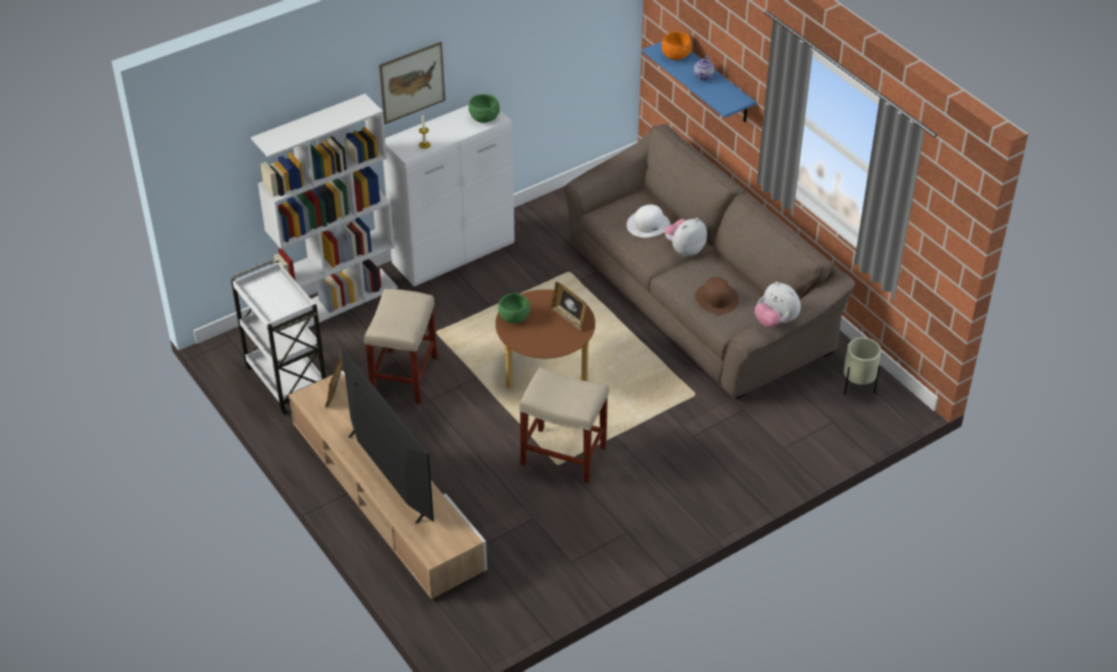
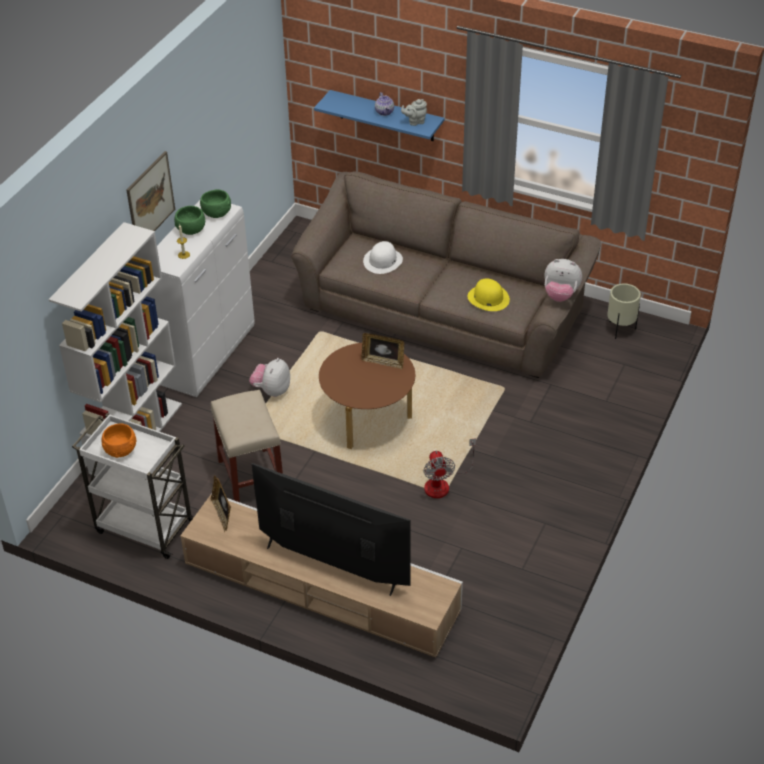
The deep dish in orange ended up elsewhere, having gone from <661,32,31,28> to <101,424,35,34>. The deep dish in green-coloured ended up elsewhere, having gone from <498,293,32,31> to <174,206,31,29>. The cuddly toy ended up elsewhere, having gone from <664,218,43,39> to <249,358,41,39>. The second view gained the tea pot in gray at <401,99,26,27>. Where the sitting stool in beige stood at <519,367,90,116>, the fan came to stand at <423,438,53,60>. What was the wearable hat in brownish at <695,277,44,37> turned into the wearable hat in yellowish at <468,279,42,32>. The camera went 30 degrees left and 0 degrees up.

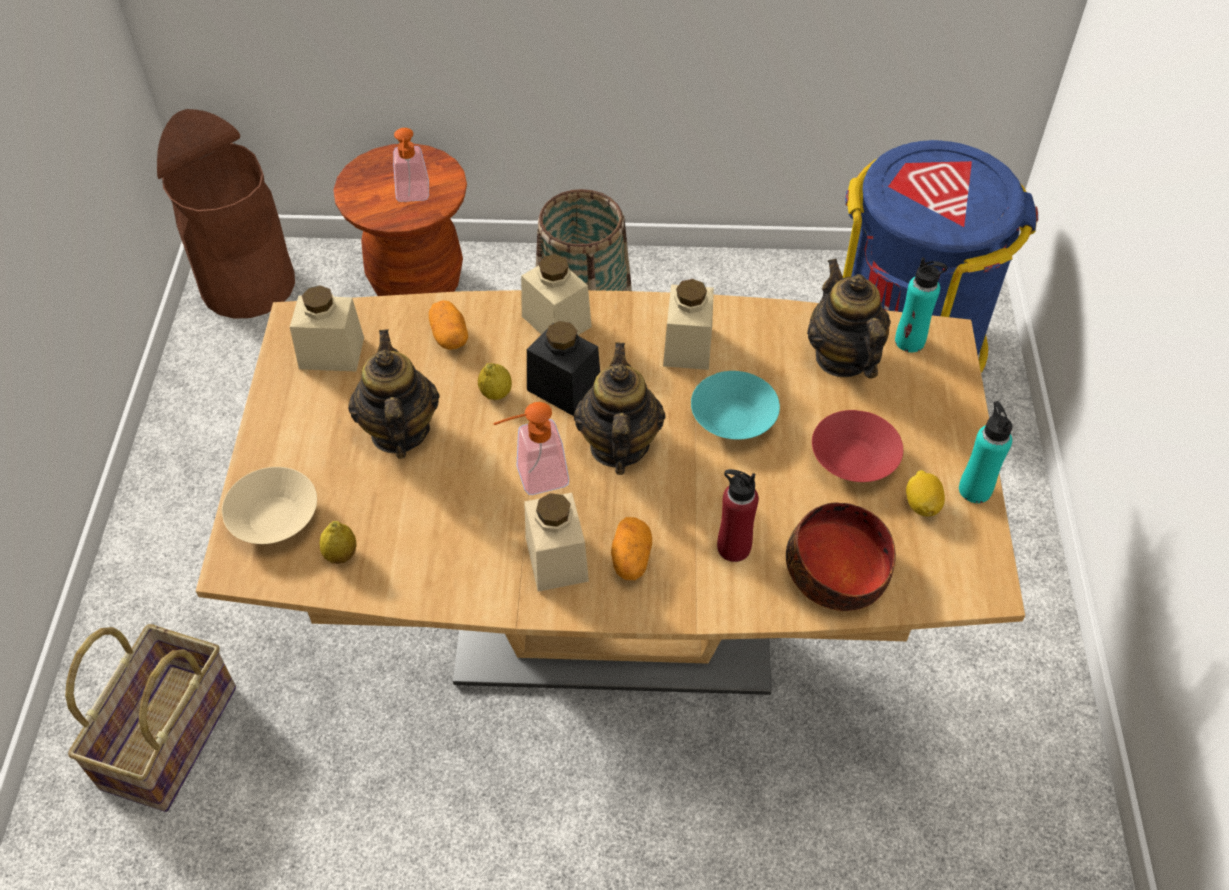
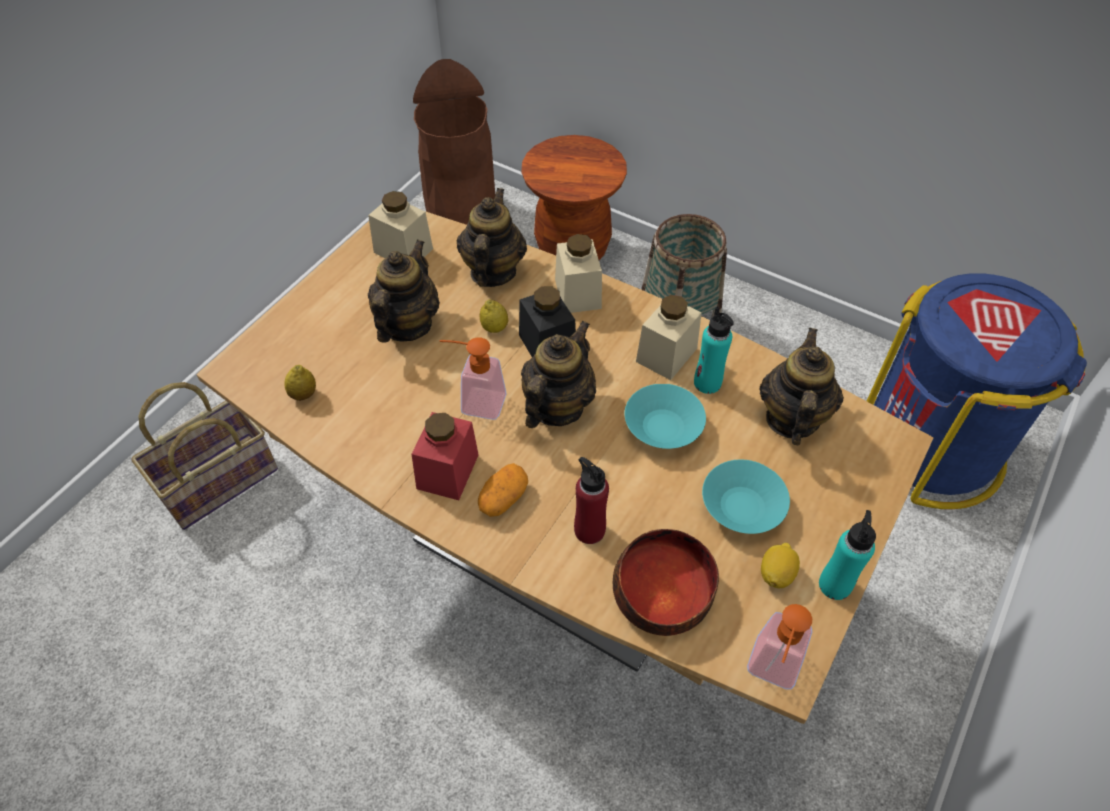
What was the preserve jar in beige at <524,493,65,99> turned into the preserve jar in red-coloured at <411,412,68,88>. Where the potato stood at <429,300,39,50>, the tea pot came to stand at <457,188,70,99>. The bottle in turquoise ended up elsewhere, having gone from <895,257,52,95> to <694,307,39,87>. What was the deep dish in red-coloured at <812,410,91,72> turned into the deep dish in turquoise at <702,459,88,75>. The soap dispenser ended up elsewhere, having gone from <393,128,36,74> to <747,604,65,86>. The second view lost the deep dish in beige at <222,467,95,77>. The camera went 30 degrees right and 0 degrees up.

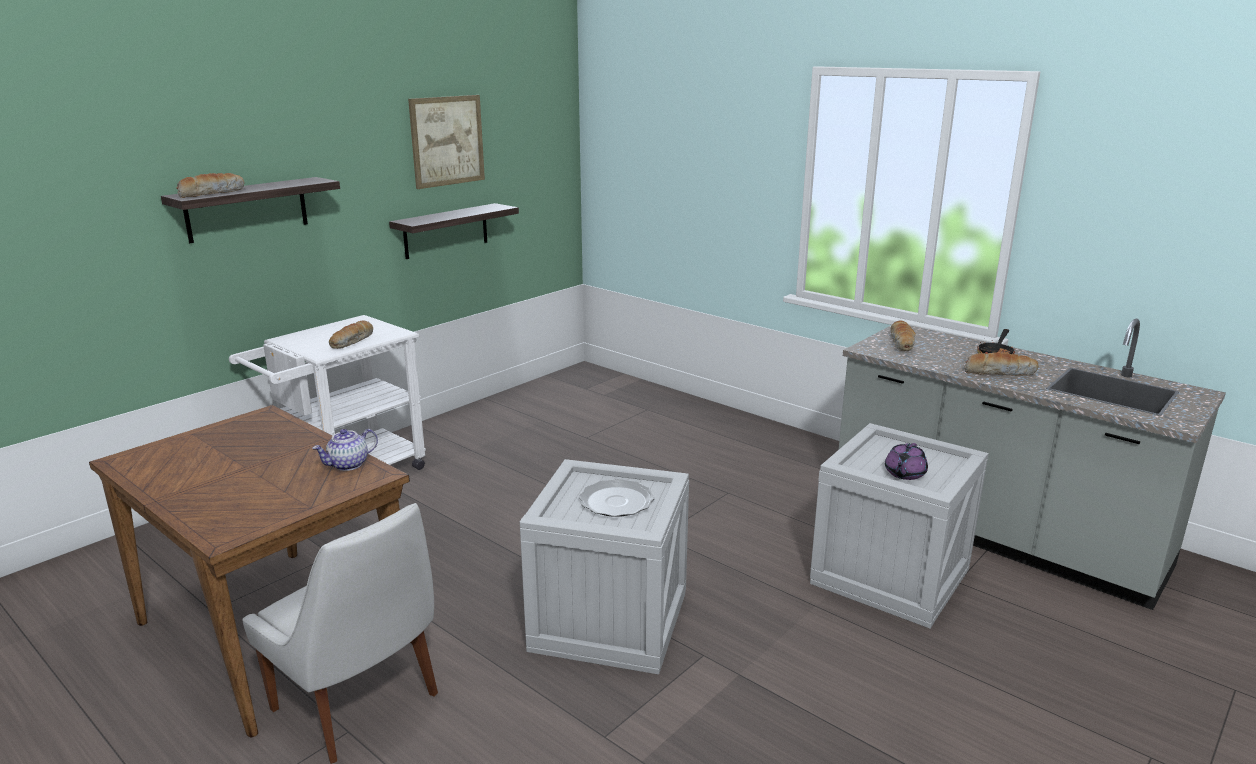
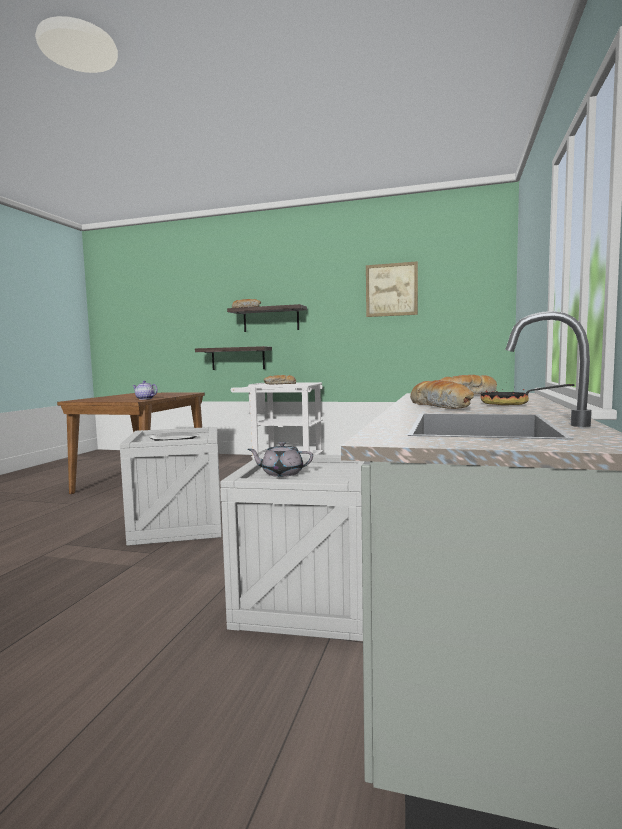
The bracket shelf ended up elsewhere, having gone from <389,203,130,56> to <195,346,77,24>. What was the tea pot in purple-coloured at <885,443,43,37> turned into the tea pot in gray at <248,442,65,35>. The second view lost the chair in whitish at <242,503,196,261>. The camera went 65 degrees right and 15 degrees down.

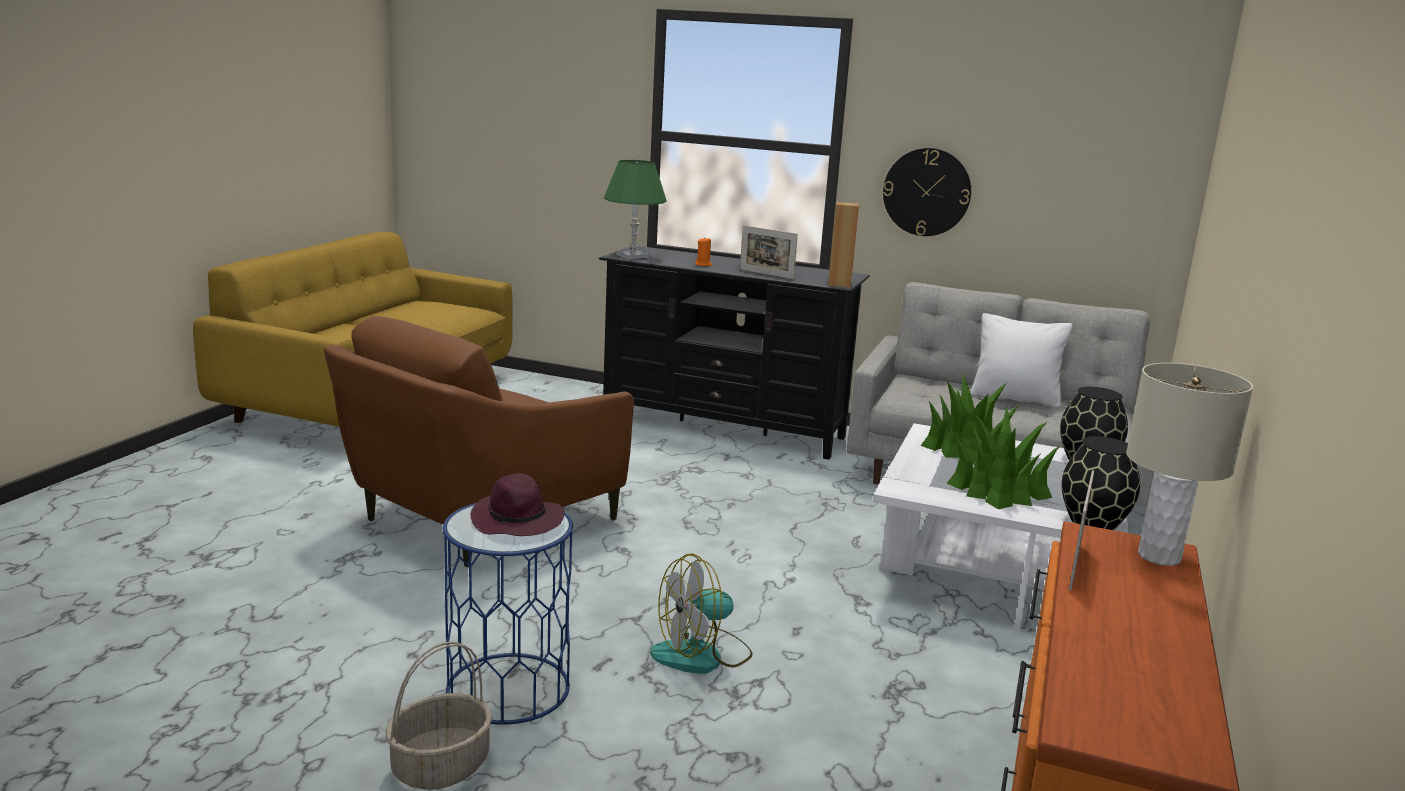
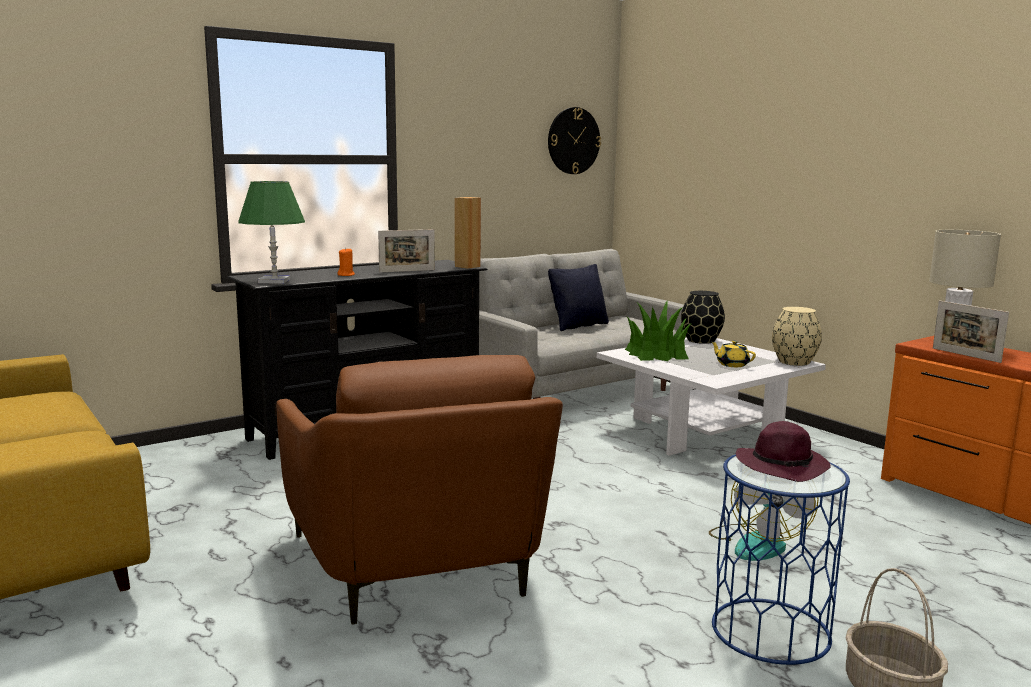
The wall clock ended up elsewhere, having gone from <883,148,88,88> to <548,107,53,67>. What was the pillow in whitish at <970,313,103,95> turned into the pillow in blackish at <548,264,61,67>. Where the potted plant stood at <947,406,112,103>, the tea pot in yellowish came to stand at <711,341,45,26>. What was the flower vase in blackish at <1062,436,78,94> turned into the flower vase in beige at <772,307,50,59>. The camera went 55 degrees left and 5 degrees down.

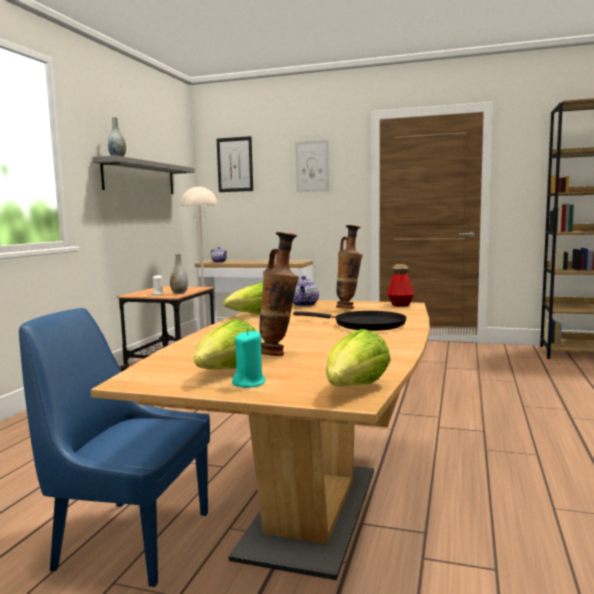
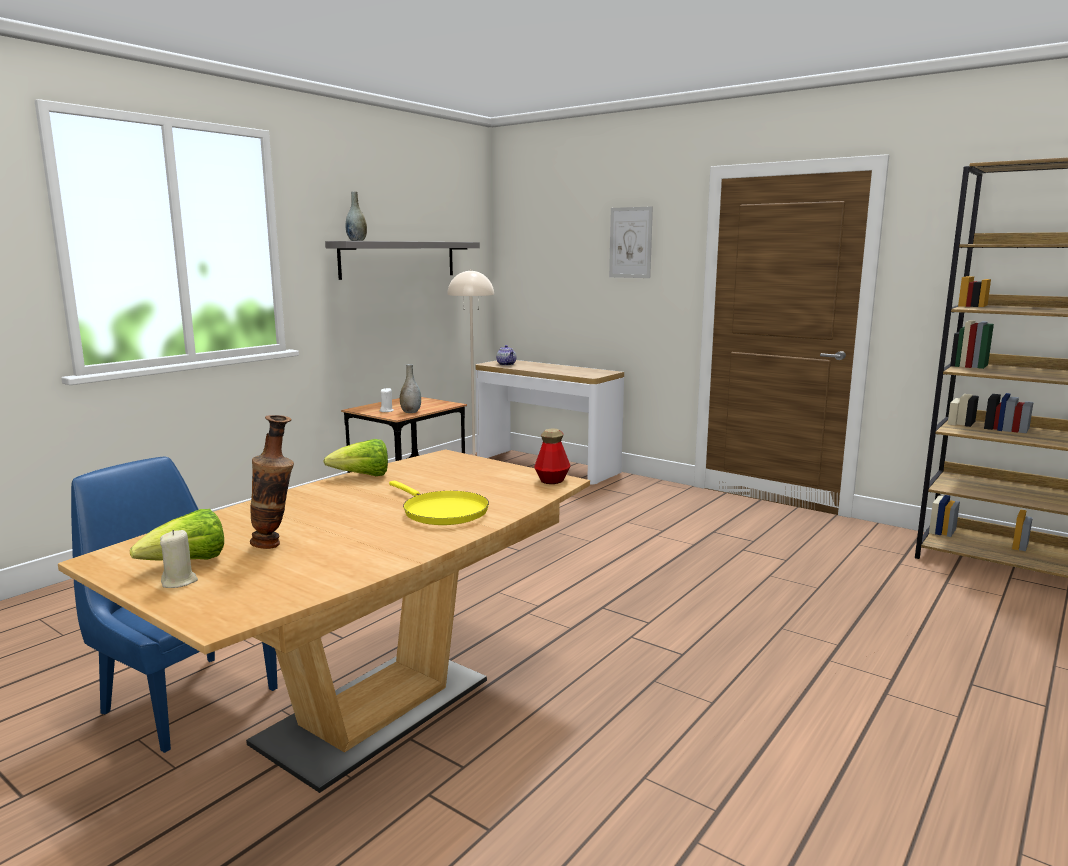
What was the wax candle in turquoise at <232,330,33,58> turned into the wax candle in beige at <160,530,38,58>. What was the frying pan in blackish at <293,311,114,20> turned into the frying pan in yellowish at <389,481,100,44>. The second view lost the picture at <217,136,36,56>. The second view lost the tea pot at <293,276,26,31>. The second view lost the lettuce at <326,329,65,57>. The second view lost the flower vase at <336,225,26,84>. The camera went 20 degrees right and 5 degrees up.

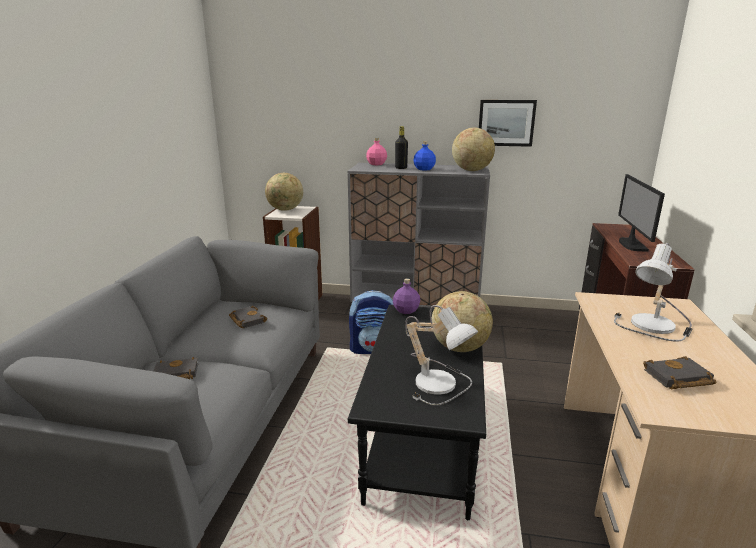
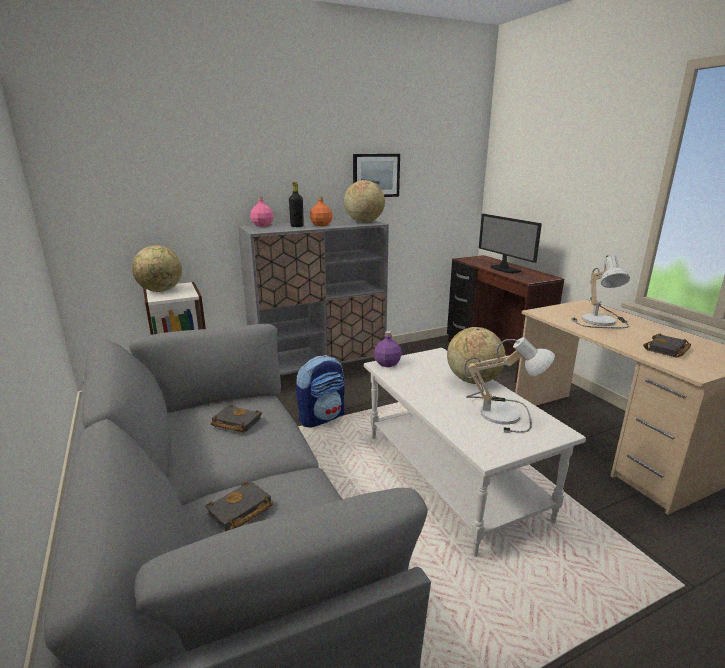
What was the bottle in blue-coloured at <413,141,23,29> turned into the bottle in orange at <310,196,23,30>. What was the low table in blackish at <348,305,138,215> turned into the low table in whitish at <364,348,222,209>. The camera went 35 degrees left and 0 degrees up.

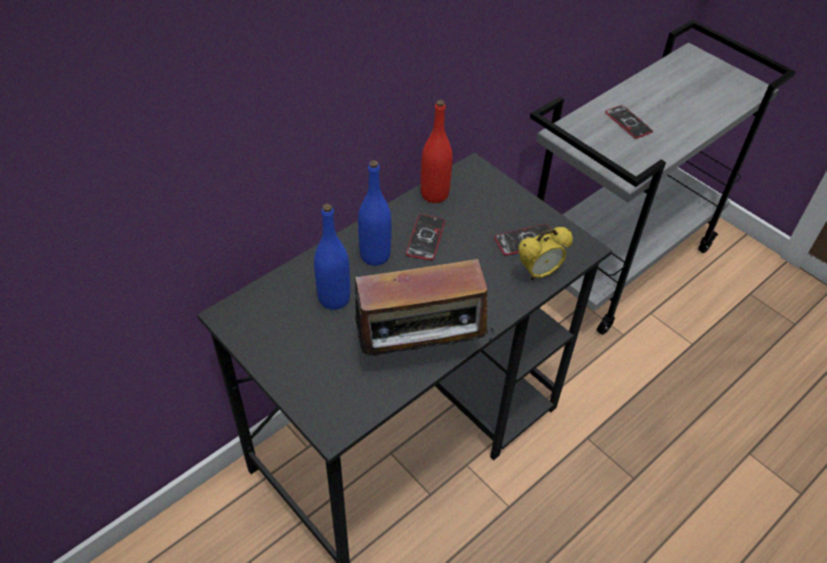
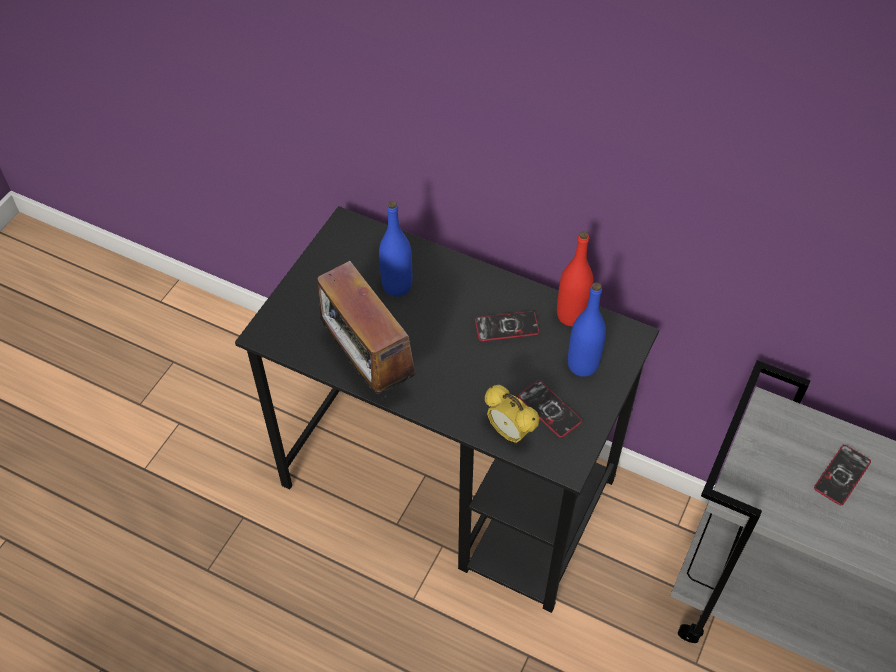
The bottle in blue-coloured ended up elsewhere, having gone from <358,160,33,106> to <568,283,38,94>. The camera went 70 degrees right and 5 degrees up.

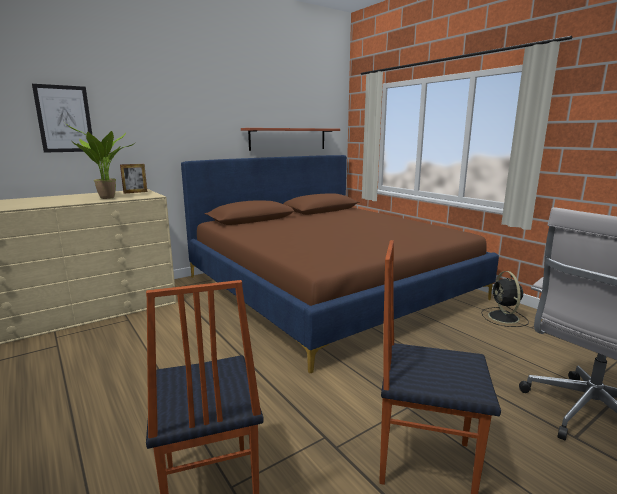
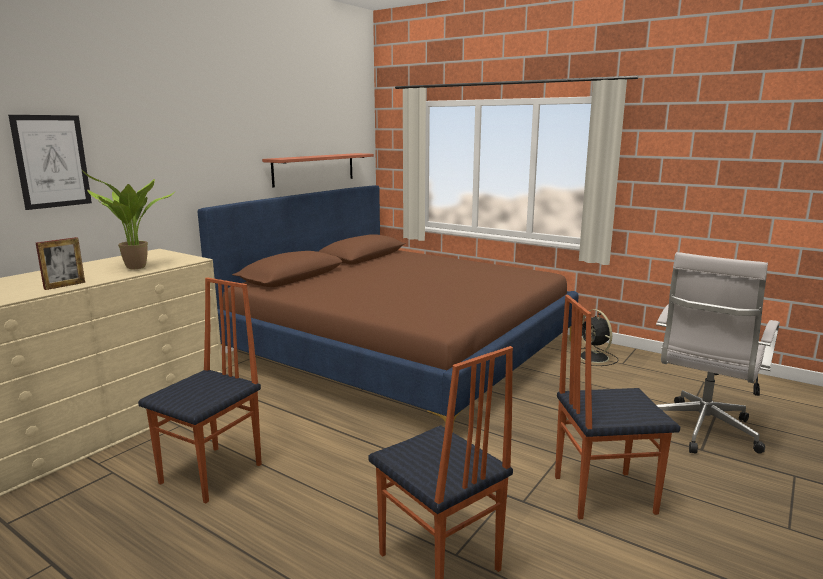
The photo frame ended up elsewhere, having gone from <120,164,27,29> to <36,237,49,53>. The second view gained the chair at <138,277,124,227>. The camera went 20 degrees left and 0 degrees up.

